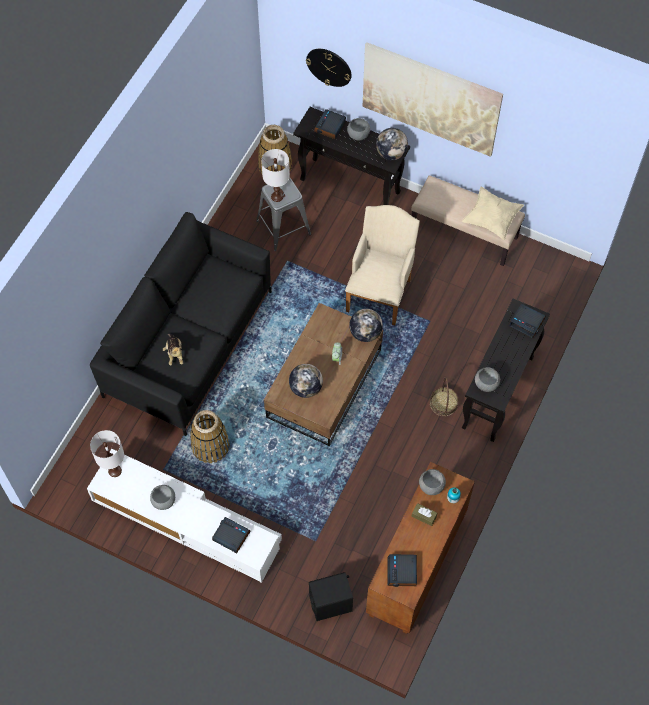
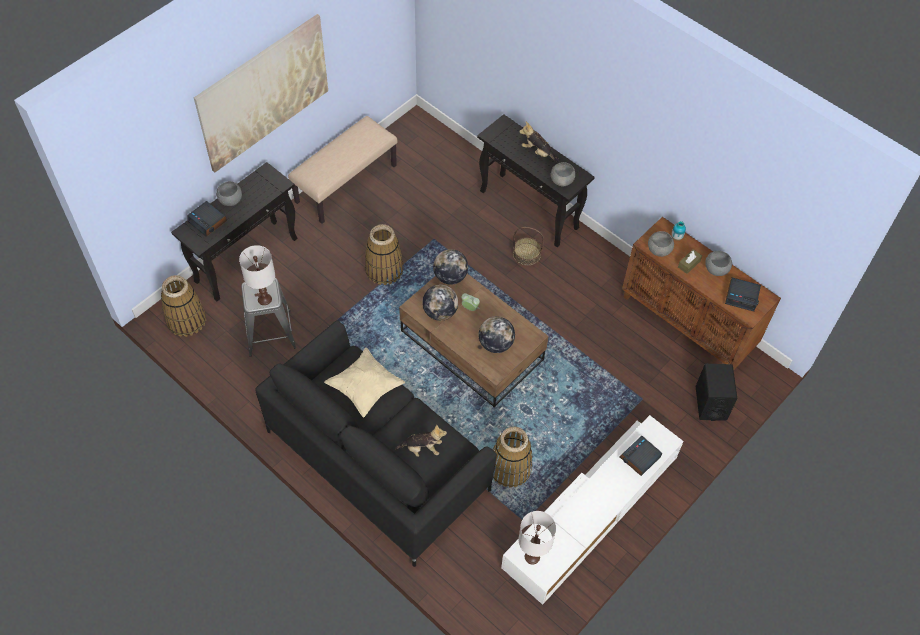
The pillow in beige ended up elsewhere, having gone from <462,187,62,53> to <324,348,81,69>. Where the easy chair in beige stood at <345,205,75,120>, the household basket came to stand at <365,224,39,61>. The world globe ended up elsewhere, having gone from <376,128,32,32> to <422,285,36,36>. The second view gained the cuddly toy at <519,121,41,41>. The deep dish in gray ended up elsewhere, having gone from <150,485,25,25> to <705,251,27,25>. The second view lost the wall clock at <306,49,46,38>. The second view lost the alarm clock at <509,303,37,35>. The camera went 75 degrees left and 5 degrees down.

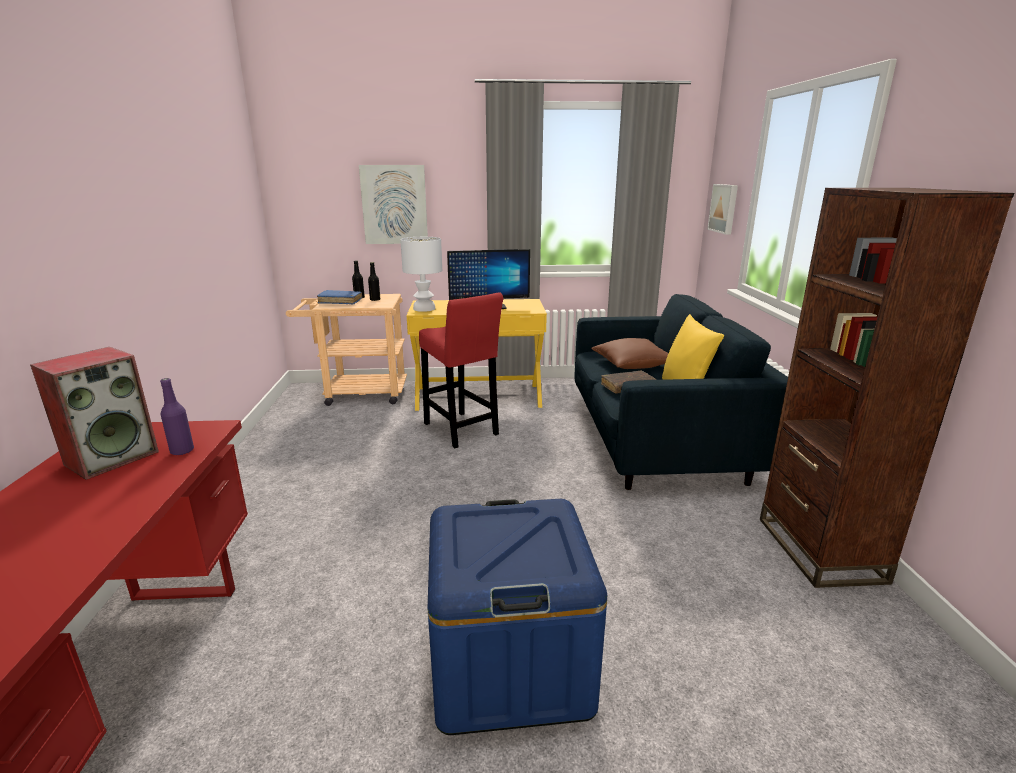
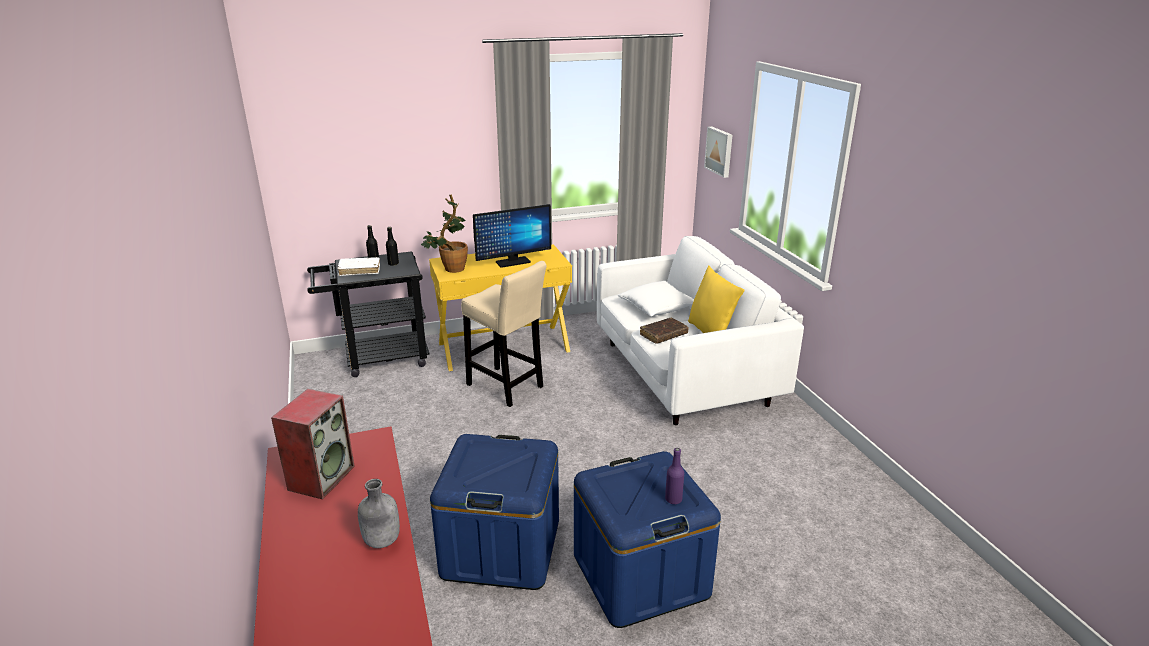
What was the cart in beige at <286,294,121,112> turned into the cart in blackish at <307,251,122,126>. What was the volume in blue-coloured at <317,290,45,15> turned into the volume in whitish at <337,257,43,19>. The second view gained the bottle in gray at <358,479,42,69>. Where the lamp for a table in whitish stood at <400,237,42,75>, the potted plant came to stand at <421,194,47,79>. The second view gained the storage box in blue-coloured at <430,434,129,156>. What was the sitting stool in red-coloured at <419,293,84,155> turned into the sitting stool in beige at <461,261,85,146>. What was the couch in blue-coloured at <574,294,214,196> turned into the couch in whitish at <597,236,207,189>. What was the pillow in brownish at <591,338,77,31> turned into the pillow in whitish at <618,281,76,36>. The bottle in purple-coloured ended up elsewhere, having gone from <160,378,34,77> to <665,448,19,57>. The second view lost the picture at <359,165,69,79>. The second view lost the shelving unit in brownish at <760,188,254,400>. The camera went 15 degrees left and 5 degrees up.

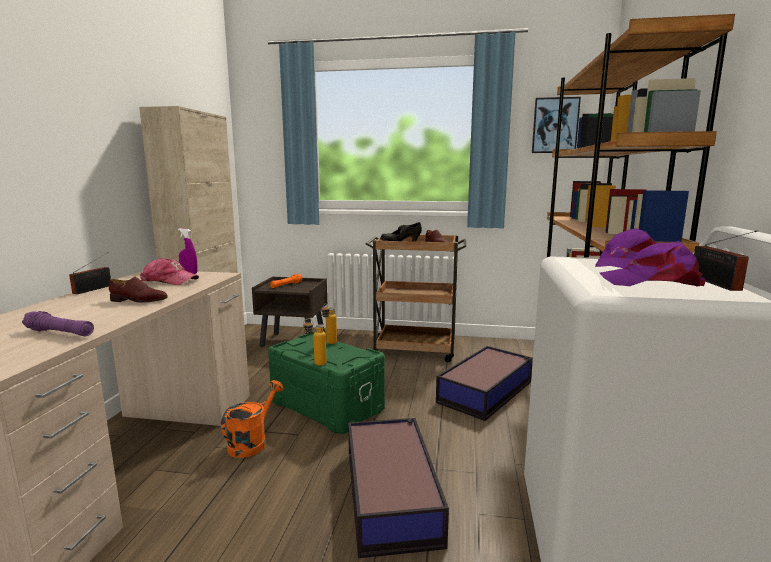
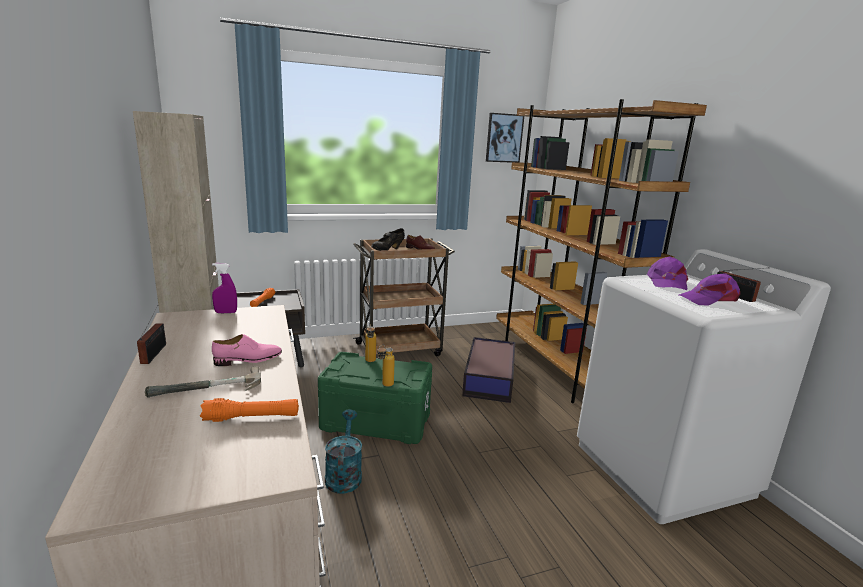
The second view gained the hand hammer at <145,367,116,31>. What was the hand torch in purple-coloured at <22,311,72,25> turned into the hand torch in orange at <200,398,99,24>. What was the item of footwear in brownish at <109,277,59,26> turned into the item of footwear in pink at <212,334,70,32>. What was the watering pot in orange at <221,380,63,78> turned into the watering pot in turquoise at <325,410,37,84>. The second view lost the peaked cap at <140,258,59,27>. The second view lost the storage box at <348,418,101,140>. The camera went 30 degrees left and 5 degrees up.

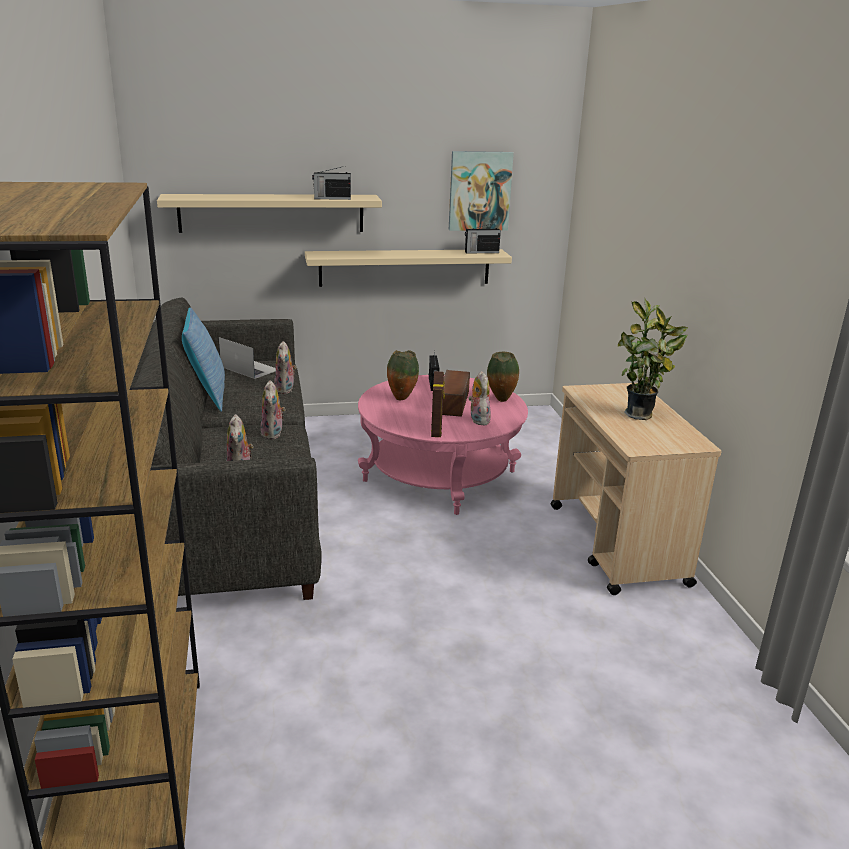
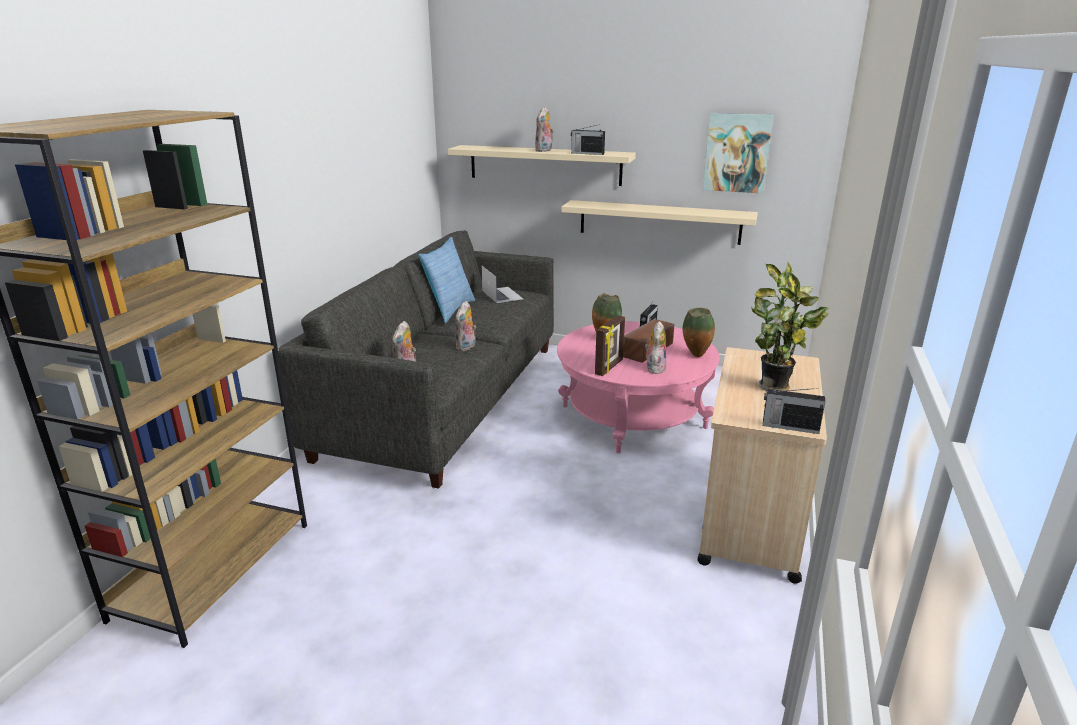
The cuddly toy ended up elsewhere, having gone from <275,341,22,53> to <535,106,19,46>. The radio ended up elsewhere, having gone from <465,223,36,30> to <763,388,62,46>. The camera went 30 degrees right and 0 degrees up.

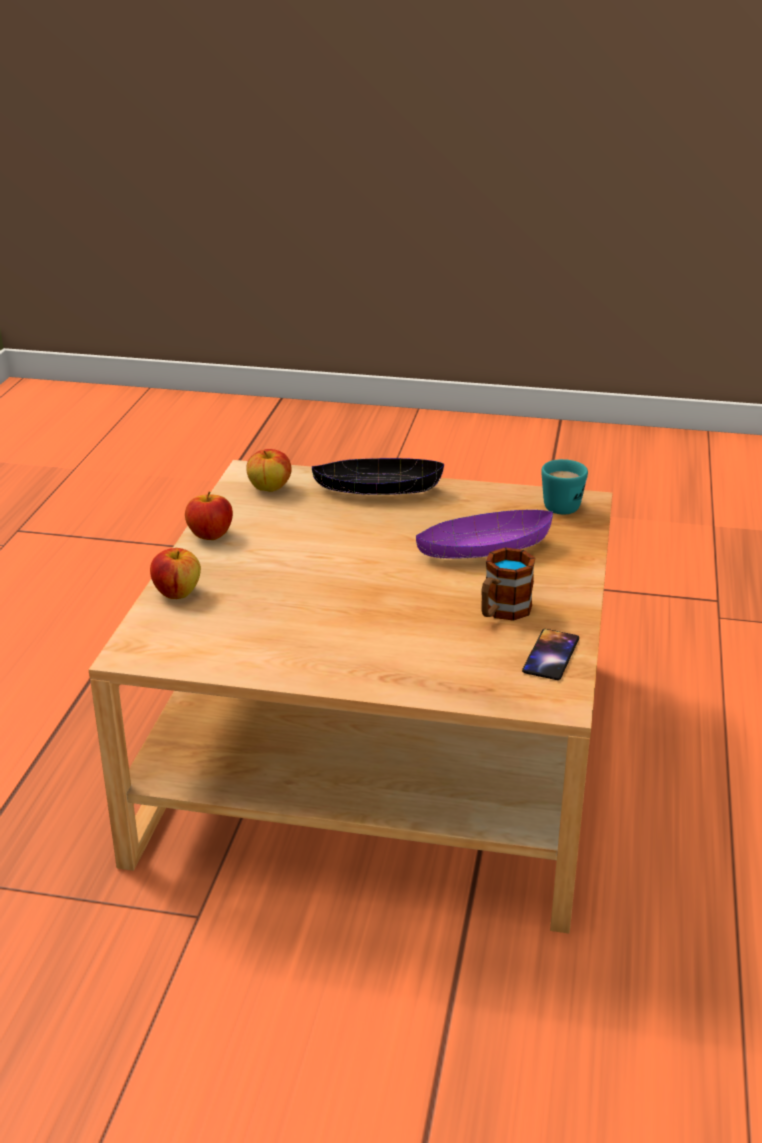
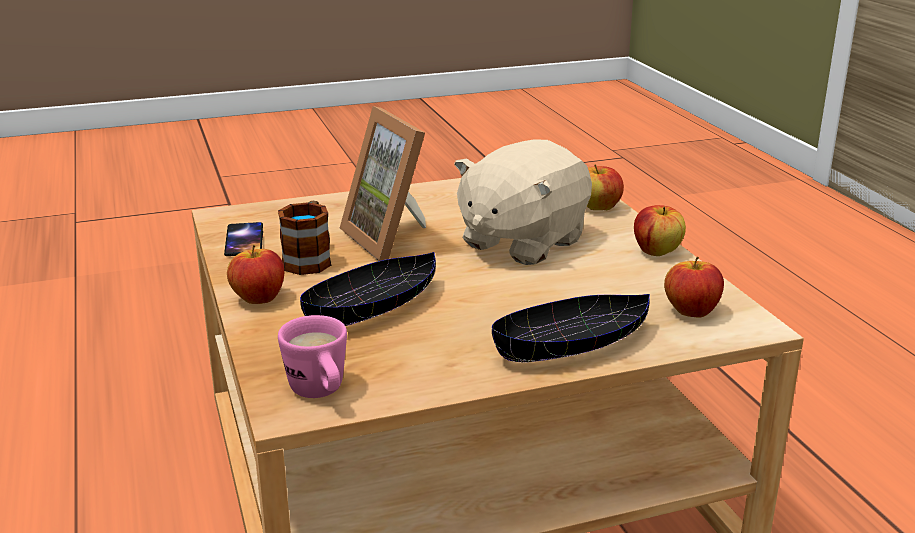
The second view gained the whole apple at <227,245,57,59>. What was the tea mug in turquoise at <541,459,47,55> turned into the tea mug in pink at <278,315,69,83>. What was the deep dish in purple-coloured at <416,510,137,48> turned into the deep dish in blackish at <300,252,136,74>. The second view gained the photo frame at <340,106,86,155>. The second view gained the cuddly toy in beige at <454,139,138,126>. The camera went 150 degrees right and 5 degrees down.

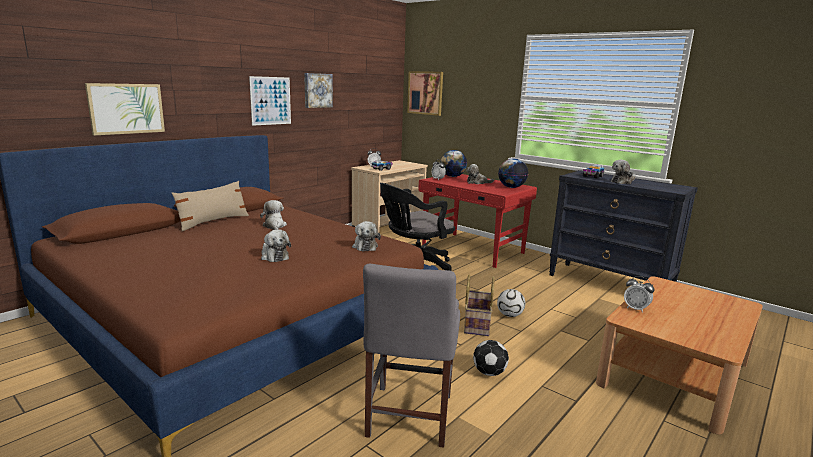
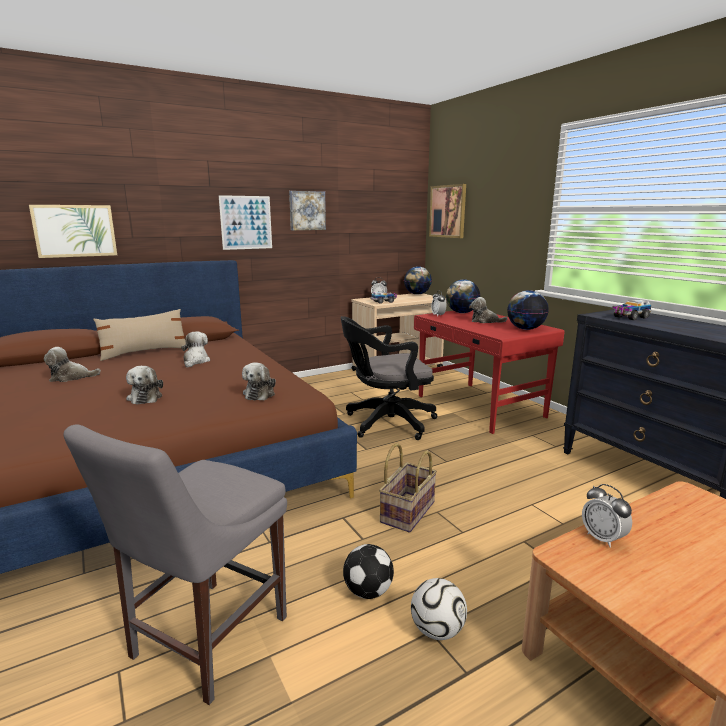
The cuddly toy ended up elsewhere, having gone from <611,160,25,24> to <44,347,57,35>. The second view gained the world globe at <404,267,28,28>. The football ended up elsewhere, having gone from <497,289,28,28> to <411,578,56,62>. The camera went 20 degrees right and 0 degrees up.

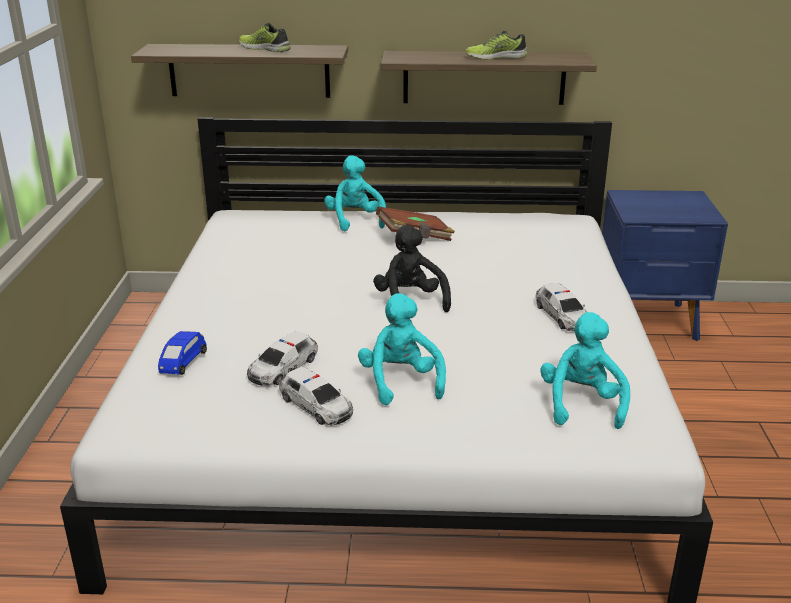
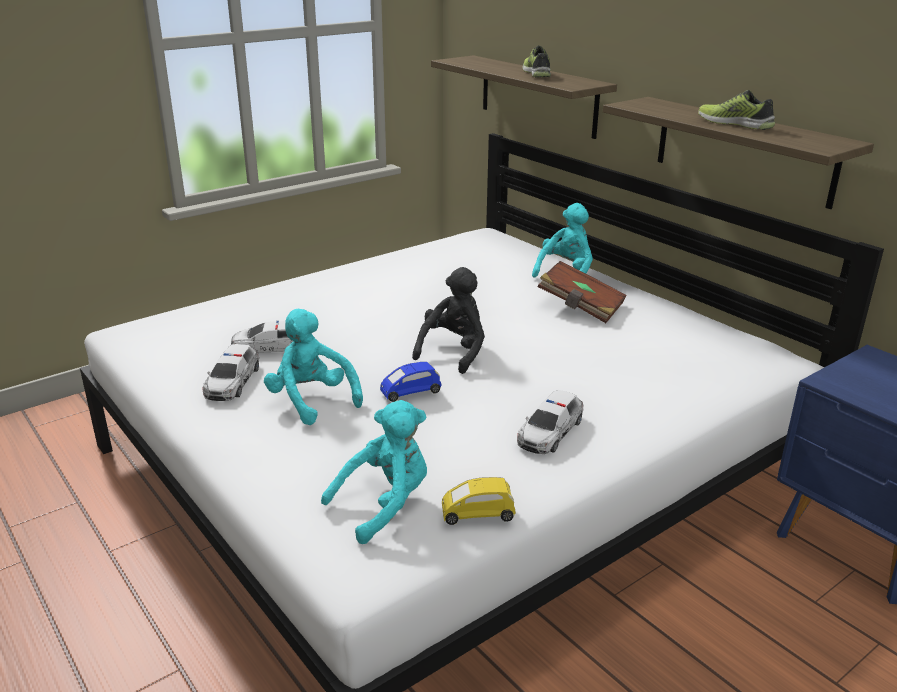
The cuddly toy in turquoise at <358,293,88,112> ended up facing another way, 75 degrees counterclockwise from before. The model car in blue-coloured ended up elsewhere, having gone from <158,331,49,44> to <380,362,62,40>. The second view gained the model car in yellowish at <442,477,74,48>. The camera went 50 degrees right and 0 degrees up.

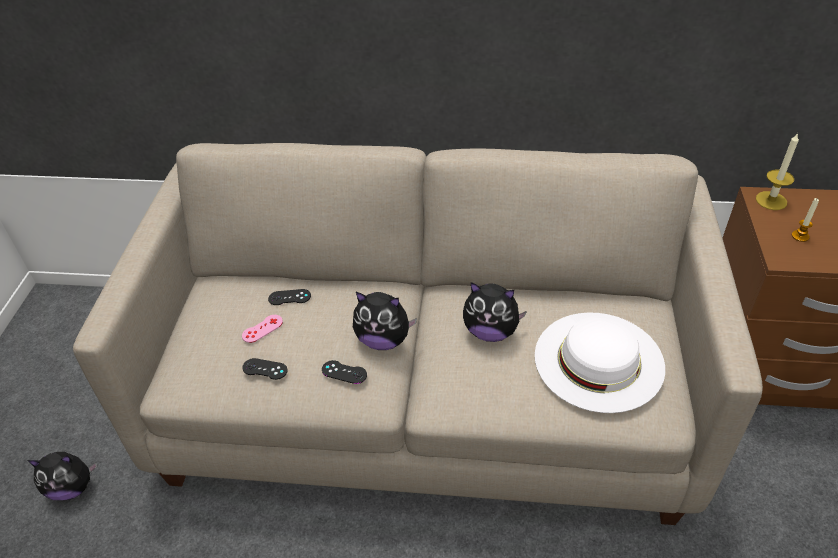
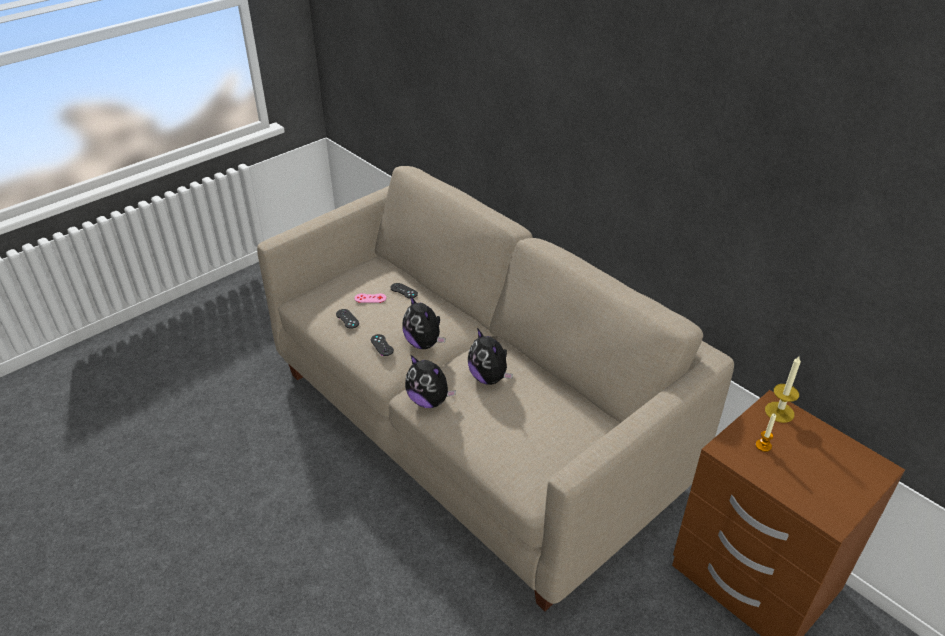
The cuddly toy ended up elsewhere, having gone from <27,452,70,48> to <405,355,51,53>. The second view lost the wearable hat in whitish at <535,312,130,101>. The camera went 40 degrees right and 5 degrees down.

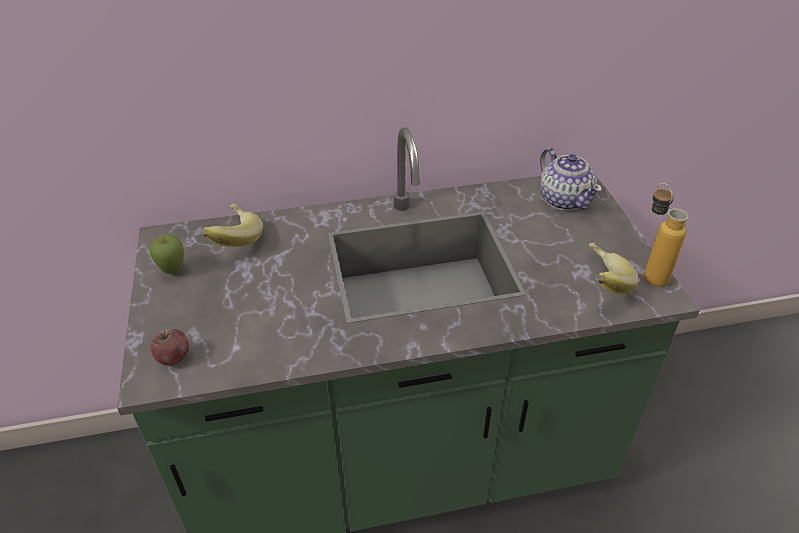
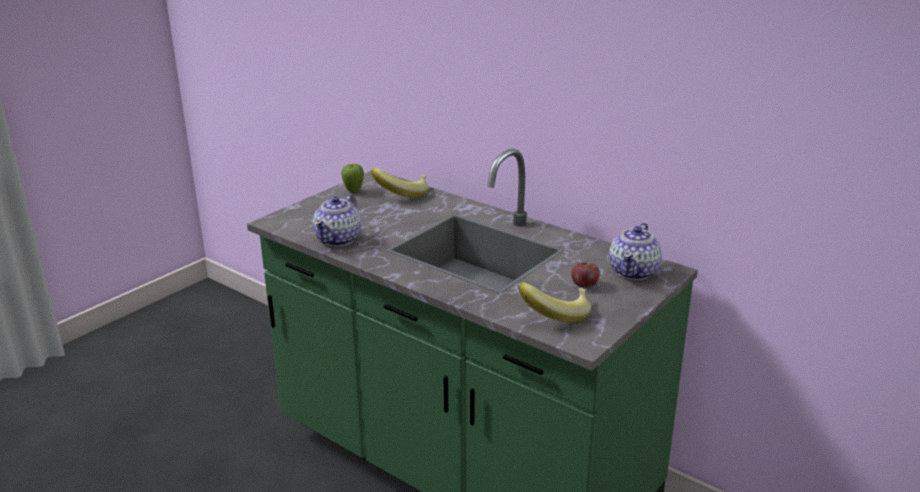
The second view gained the tea pot at <313,194,48,53>. The whole apple ended up elsewhere, having gone from <150,329,39,37> to <571,260,29,27>. The second view lost the bottle at <644,183,45,104>. The camera went 50 degrees right and 15 degrees down.

